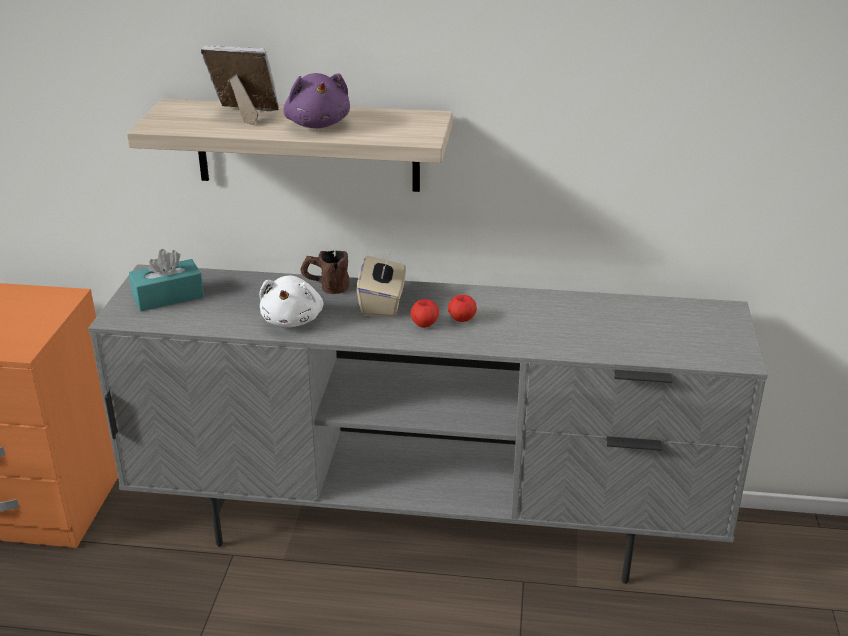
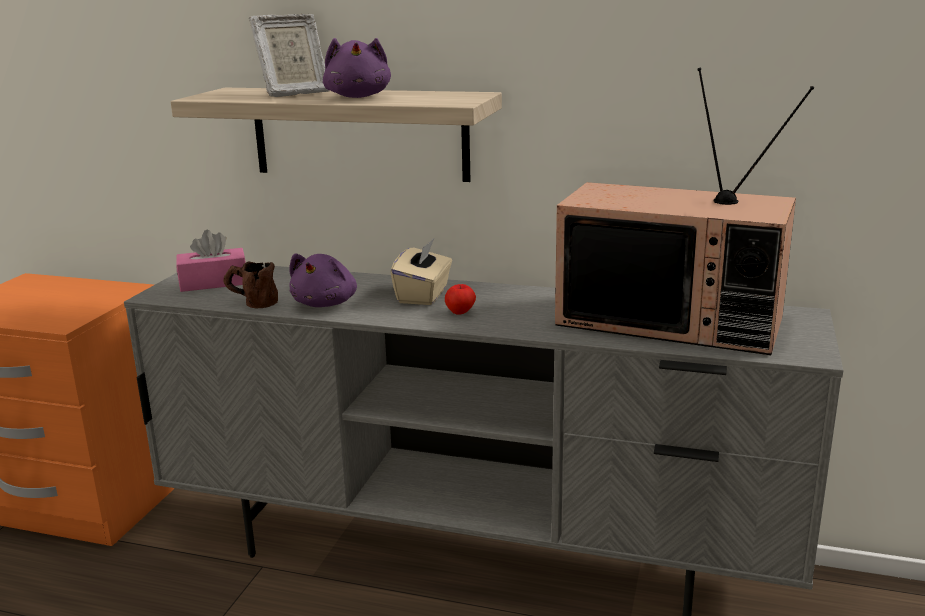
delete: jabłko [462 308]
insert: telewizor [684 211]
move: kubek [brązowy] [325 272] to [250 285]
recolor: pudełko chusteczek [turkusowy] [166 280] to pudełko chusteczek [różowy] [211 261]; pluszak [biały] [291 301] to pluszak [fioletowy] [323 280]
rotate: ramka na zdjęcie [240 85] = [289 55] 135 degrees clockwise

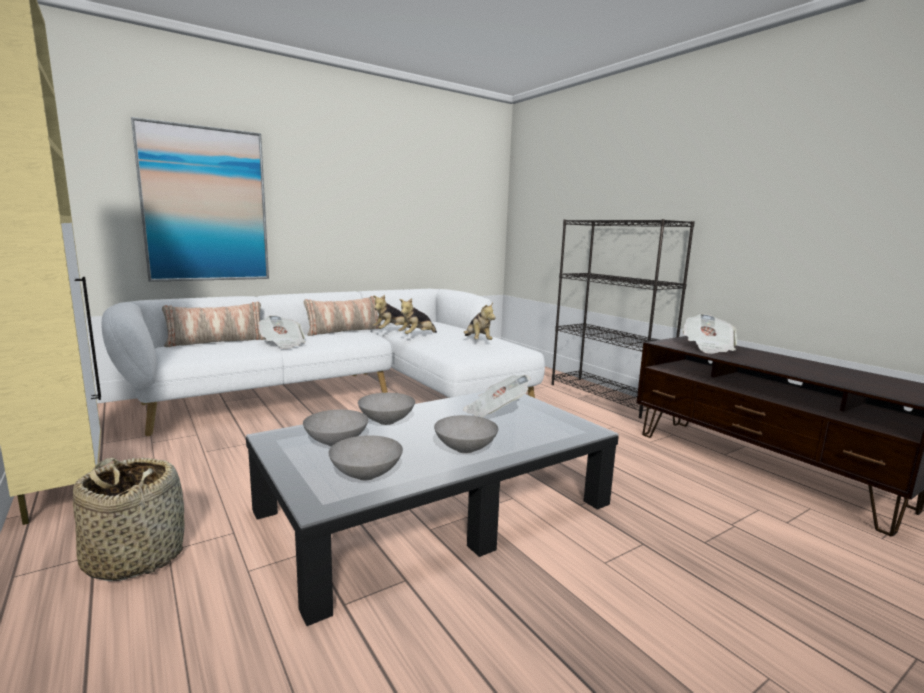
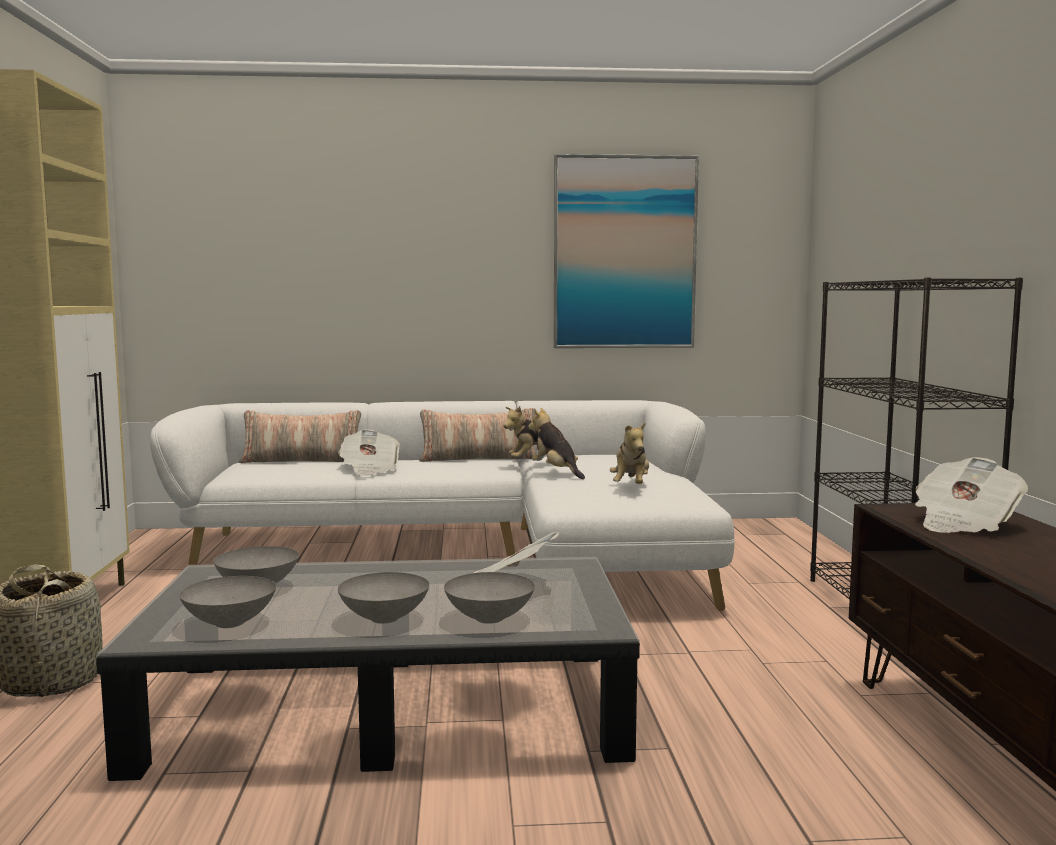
move: obraz [200 199] to [626 251]; miska [szary] [386 409] to [489 598]
rotate: pluszak [417 316] = [556 443] 75 degrees clockwise

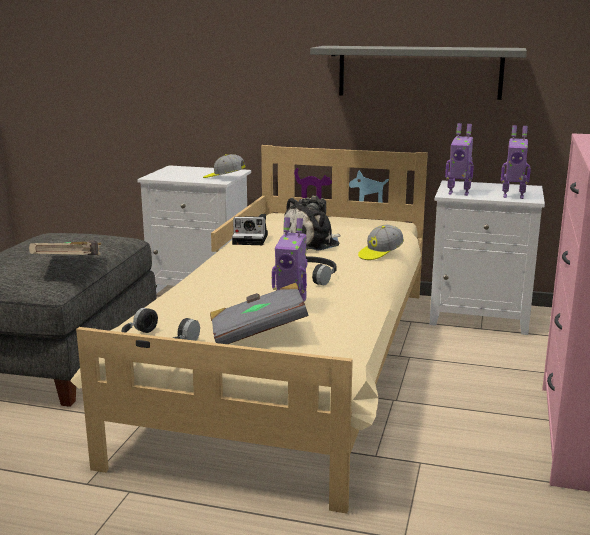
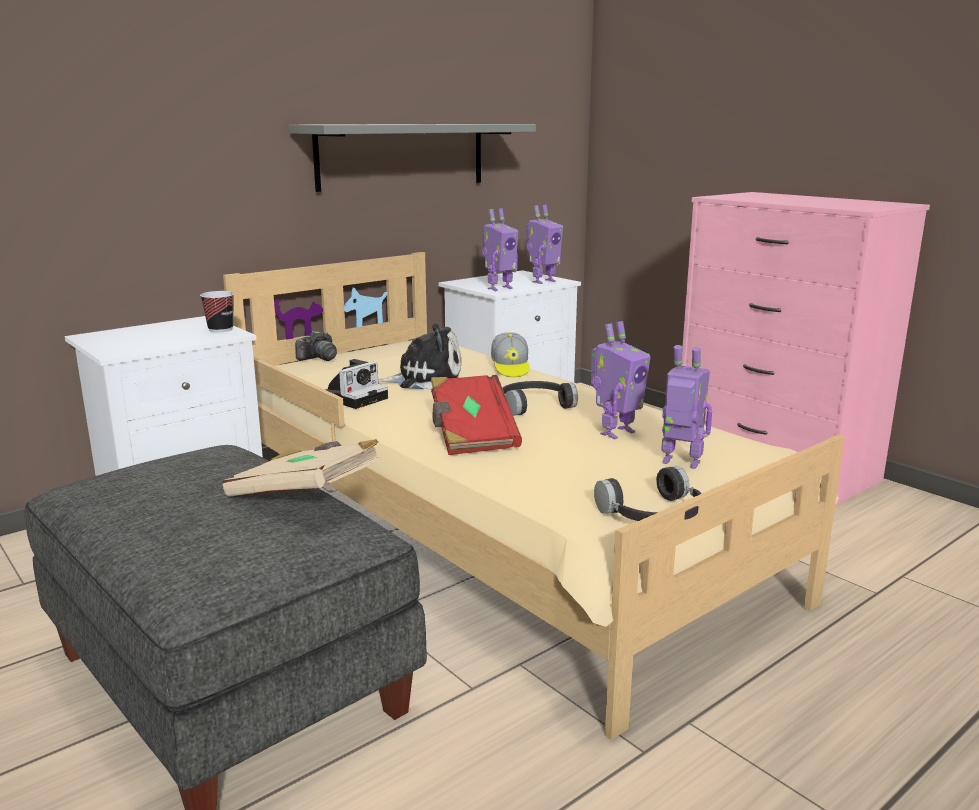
insert: książka [czerwony] [476 415]
replace: czapka z daszkiem [224 166] to filiżanka [217 312]; książka [szary] [259 313] to robot zabawkowy [687 407]
rotate: pluszak [312 224] = [420 356] 90 degrees counterclockwise

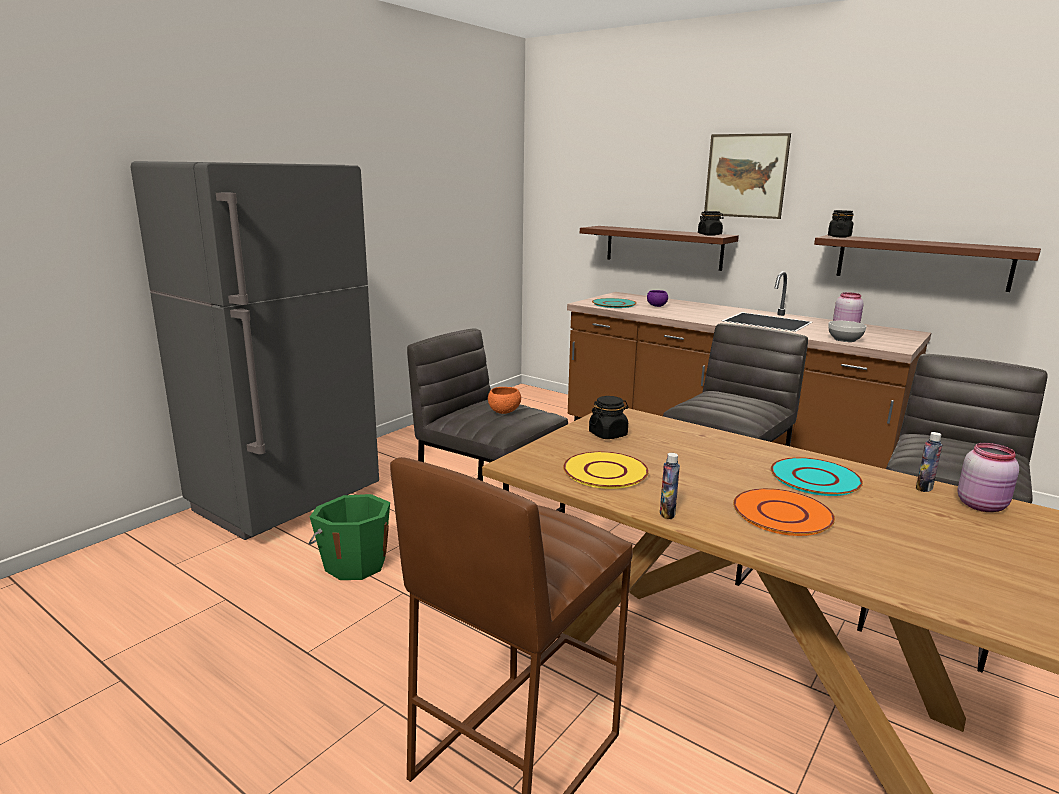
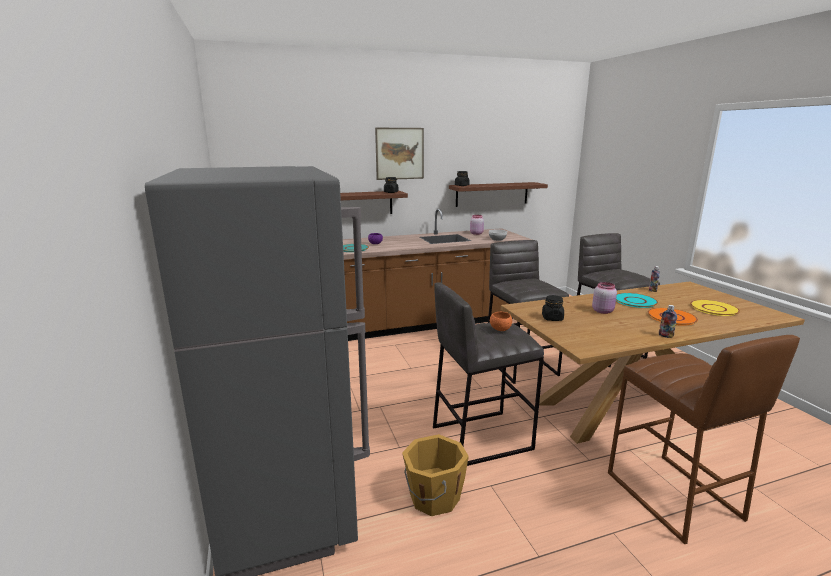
move: talerz [żółty] [606 470] to [715 308]; słoik [różowy] [988 477] to [604 298]
recolor: wiadro [zielony] [349 537] to wiadro [pomarańczowy] [435 475]

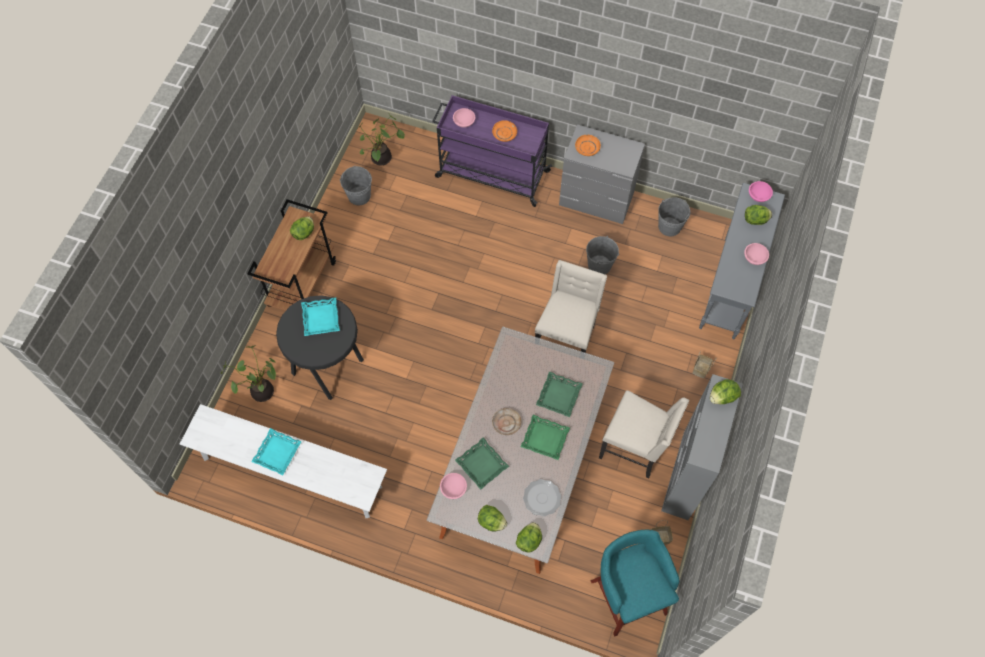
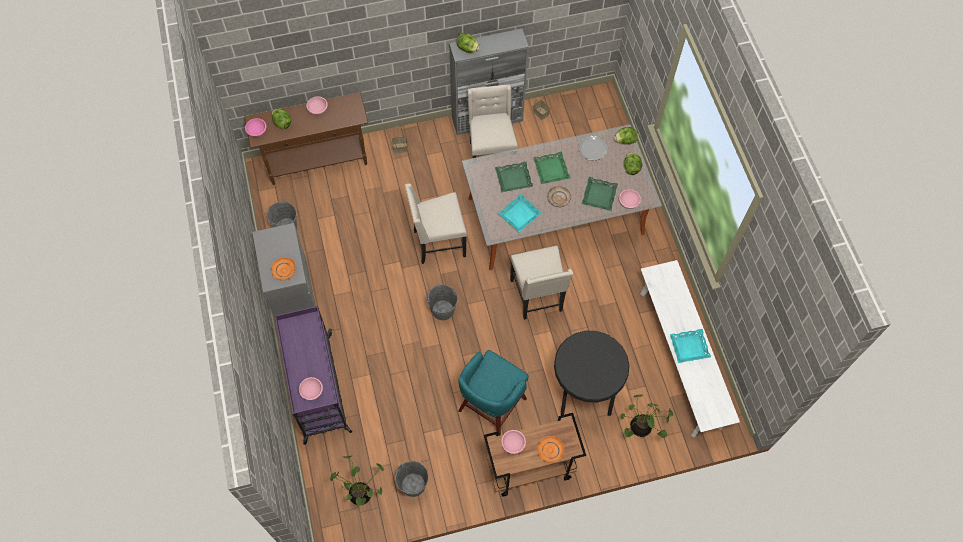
insert: krzesło [beżowy] [541 283]
move: taca [turkusowy] [320 316] to [520 213]; talerz [pomarańczowy] [504 131] to [550 449]; wiadro [szary] [602 255] to [442 302]; stołek [turkusowy] [635 583] to [493 393]
replace: sałata [302 228] to miska [różowy] [513 442]
recolor: stolik konsolowy [szary] [742 261] to stolik konsolowy [brązowy] [306 138]

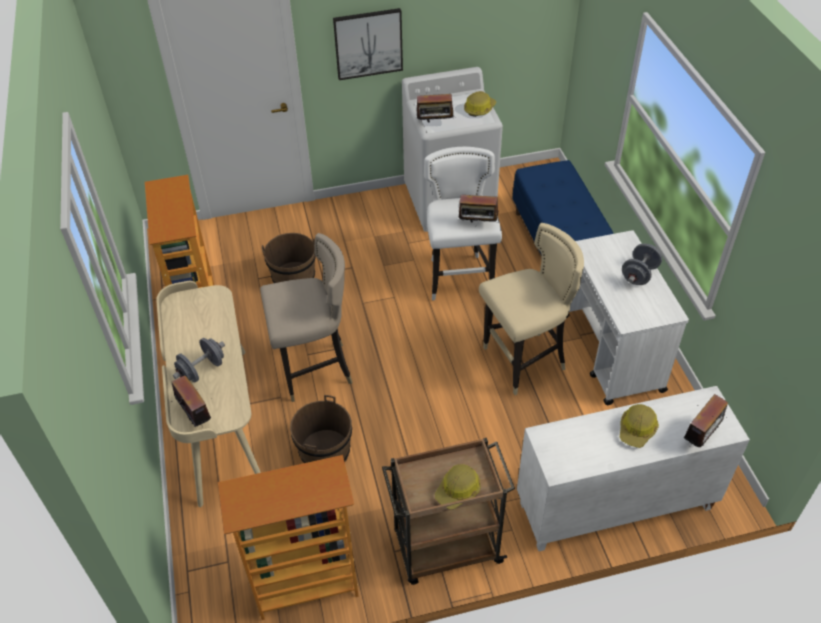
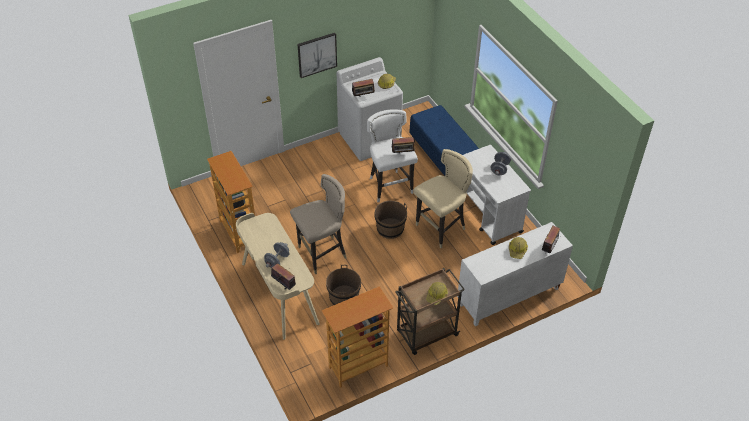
move: wiadro [brązowy] [289 258] to [390 220]

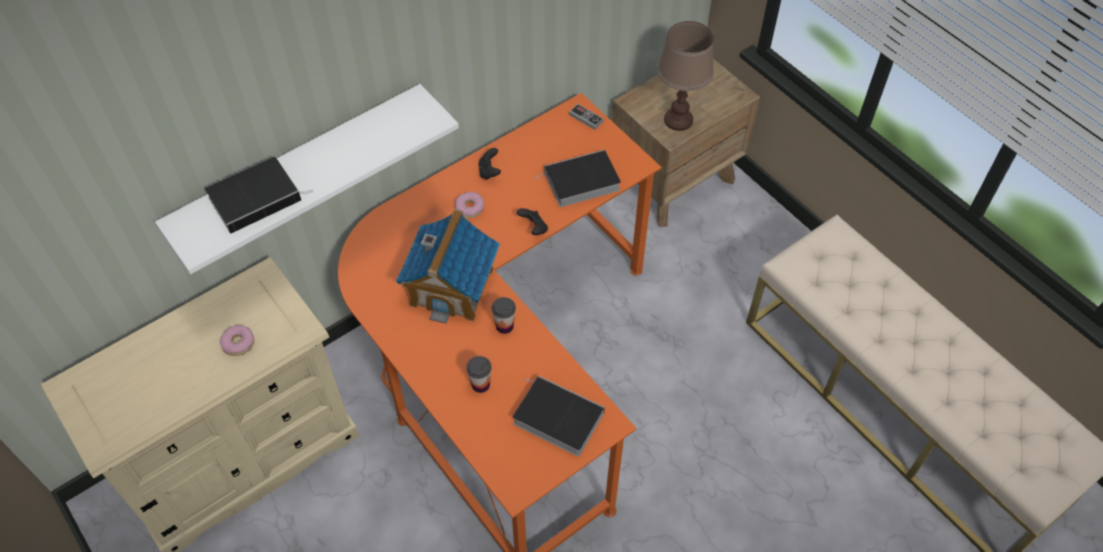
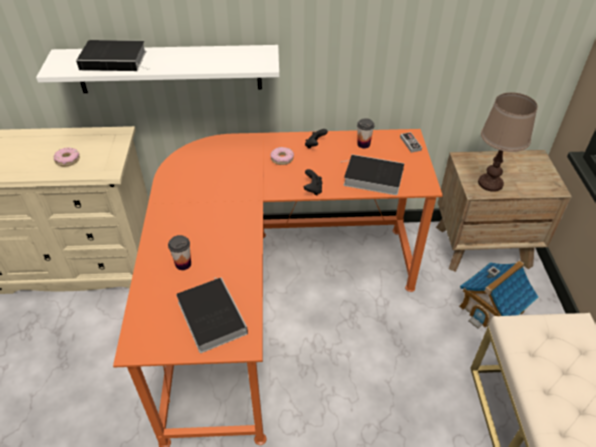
move: domek [448 266] to [498 294]; filiżanka [504 315] to [365 133]

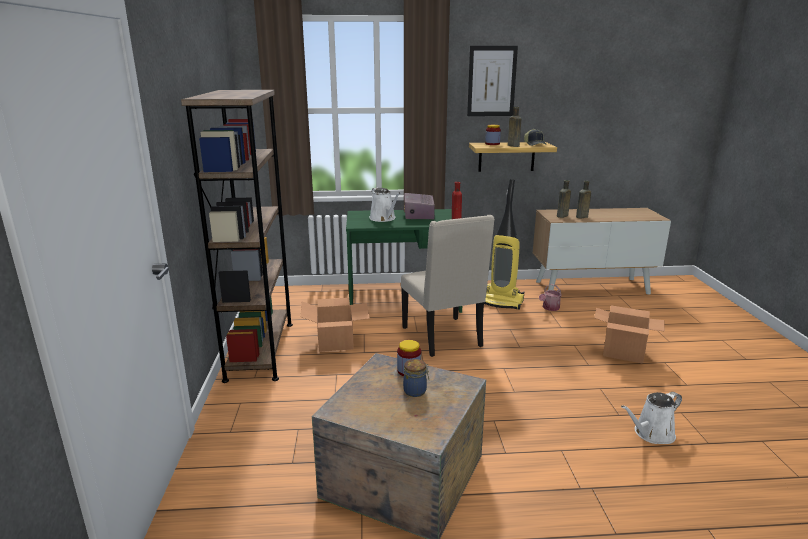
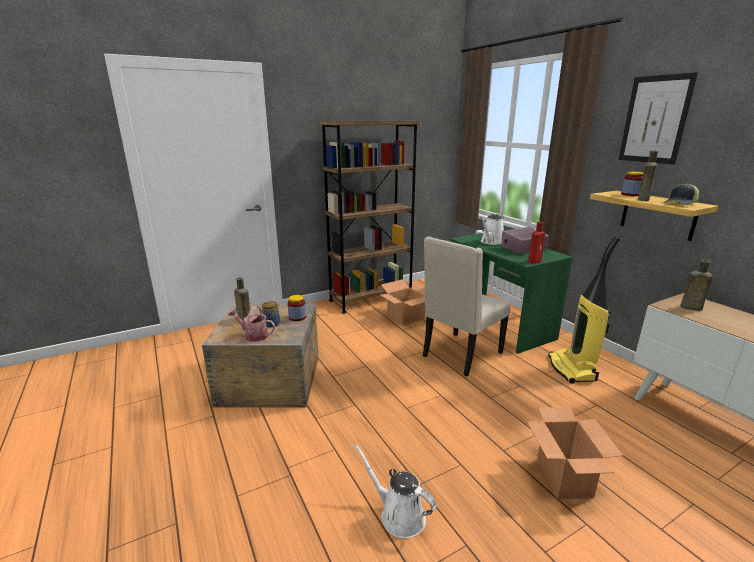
move: konewka [550 297] to [251 324]; butelka [brązowy] [583 200] to [242 299]

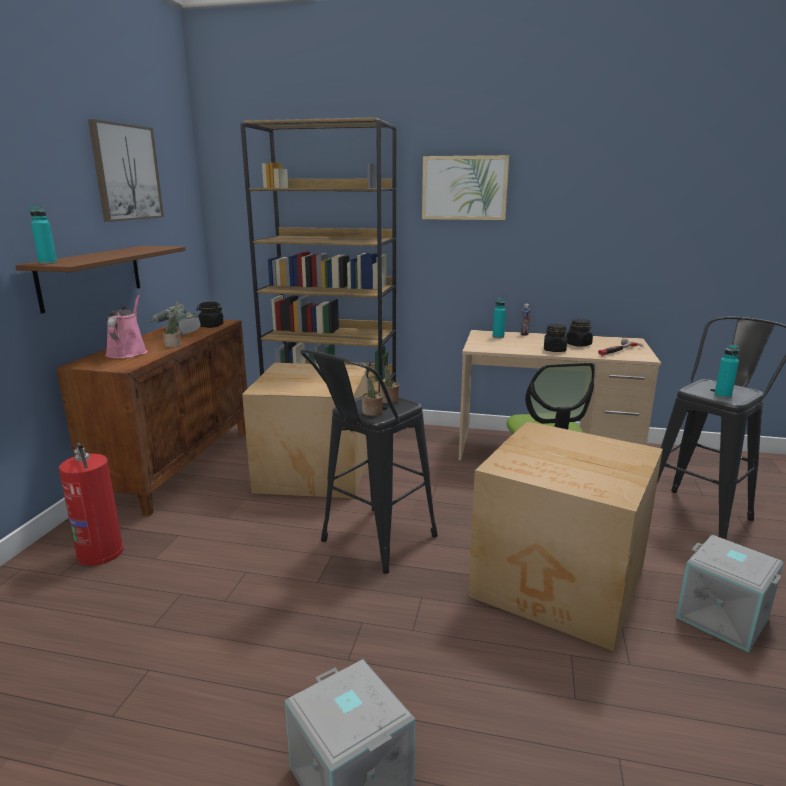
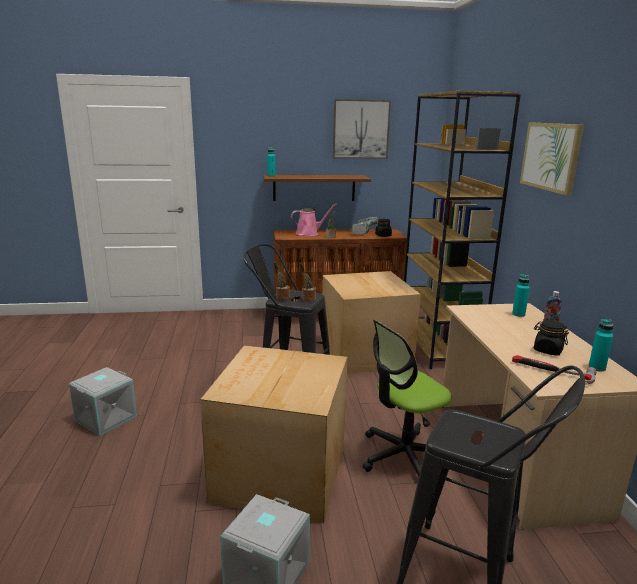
delete: gaśnica [91 504]; słoik [czarny] [555 338]
move: butelka [turkusowy] [726 371] to [601 345]

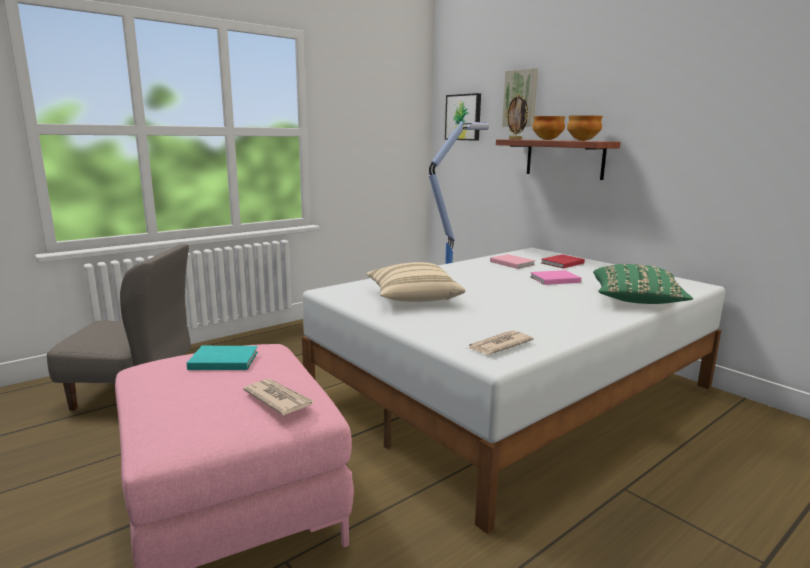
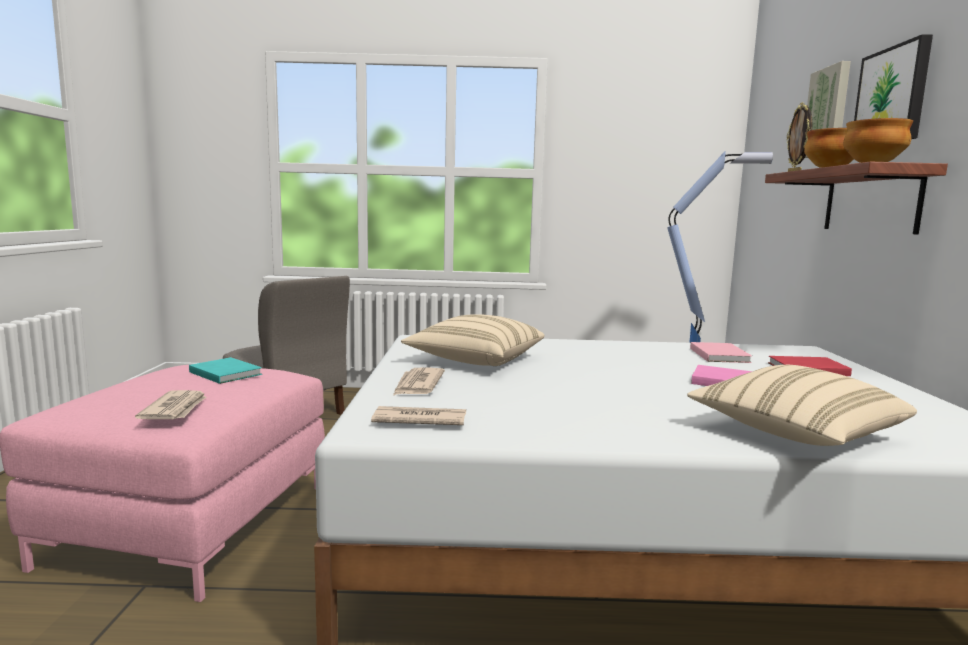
insert: gazeta [419 381]
move: obraz [463 117] to [893 86]
recolor: poduszka [zielony] [643 284] to poduszka [beżowy] [802 405]

